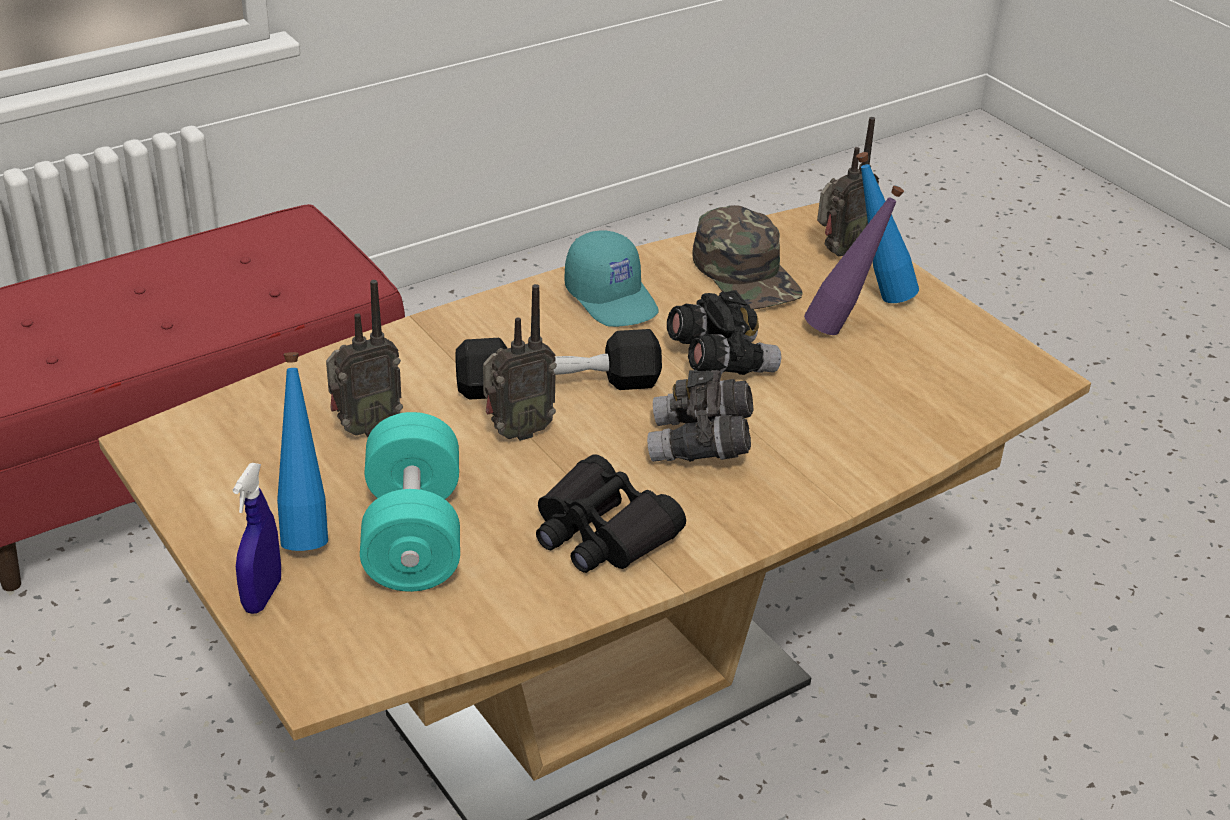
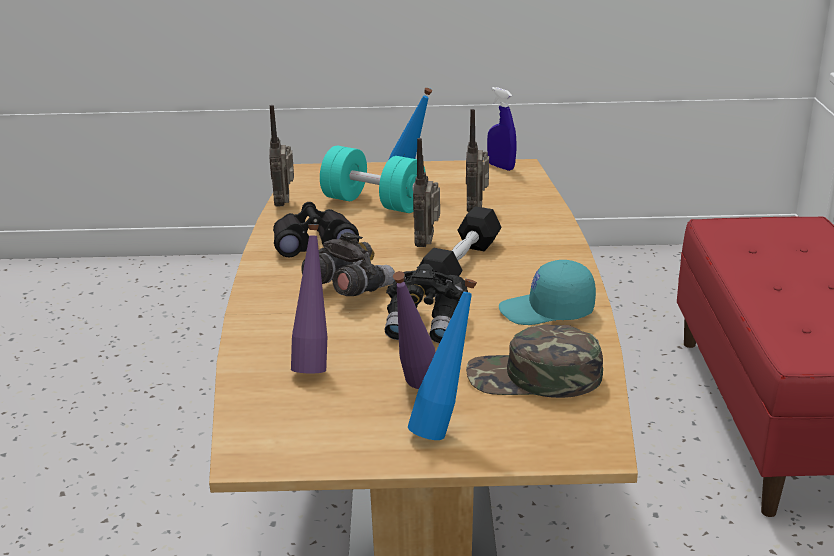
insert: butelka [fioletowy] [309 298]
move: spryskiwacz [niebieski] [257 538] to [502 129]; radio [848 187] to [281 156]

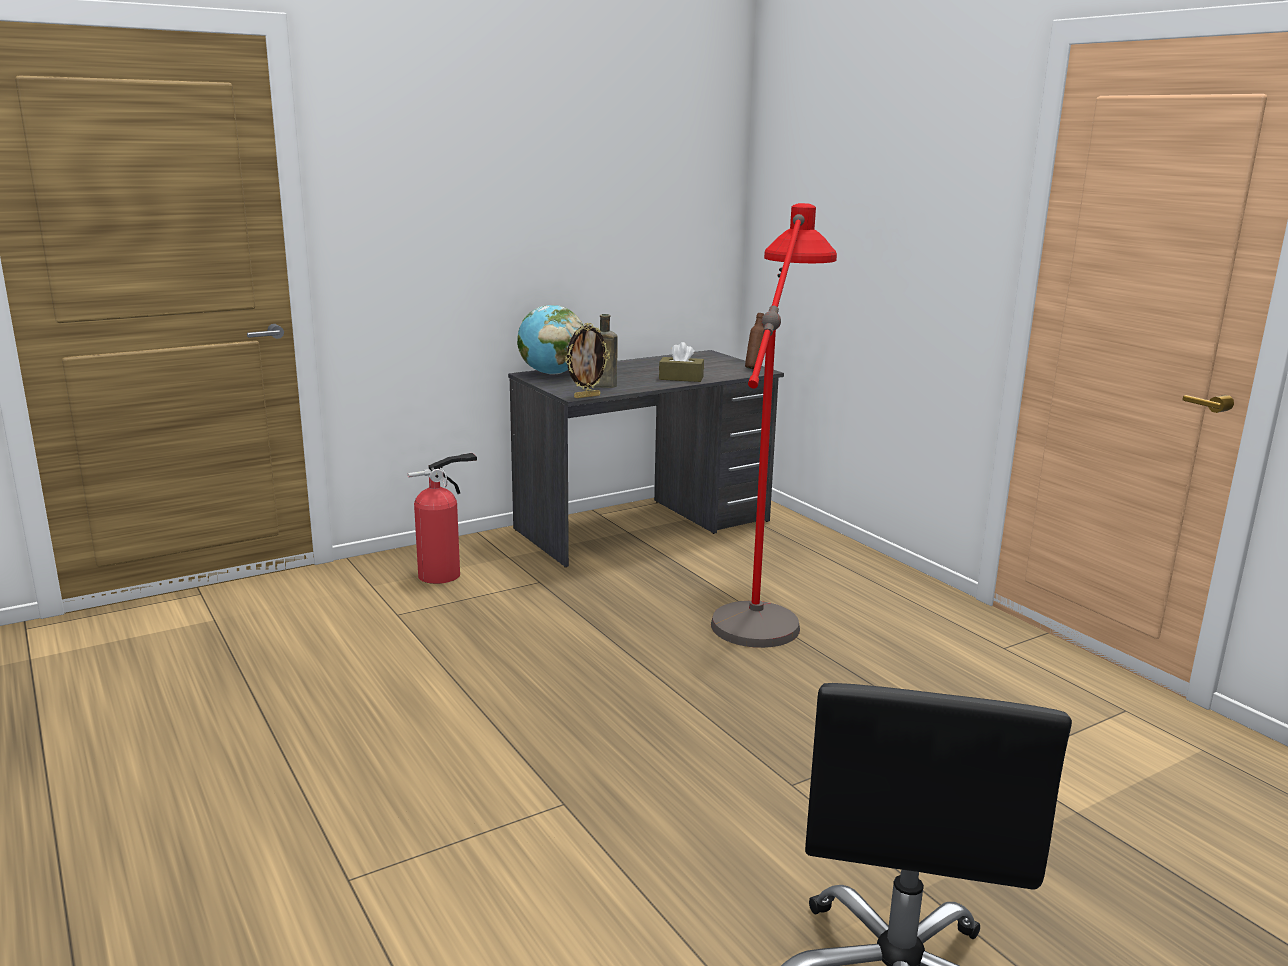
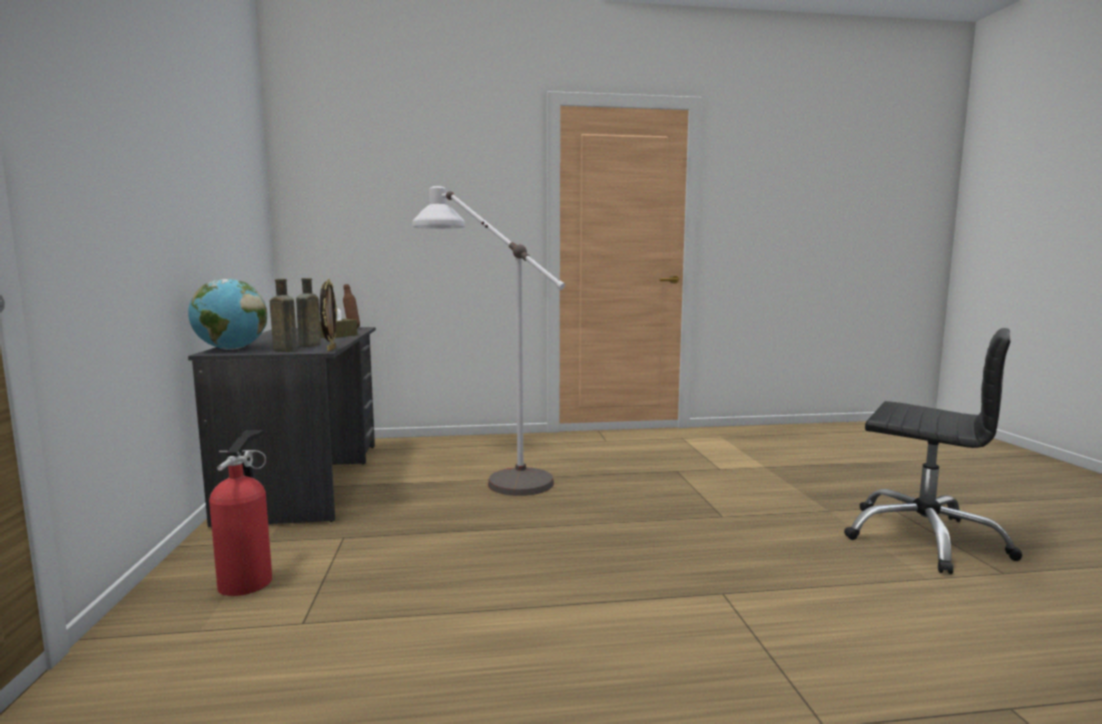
insert: butelka [brązowy] [284 315]
recolor: lampa stojąca [czerwony] [774 425] to lampa stojąca [biały] [489 341]

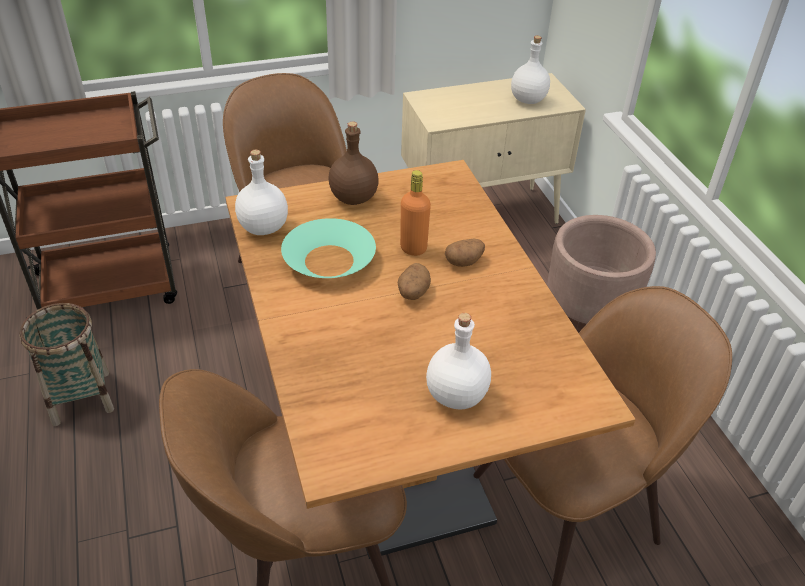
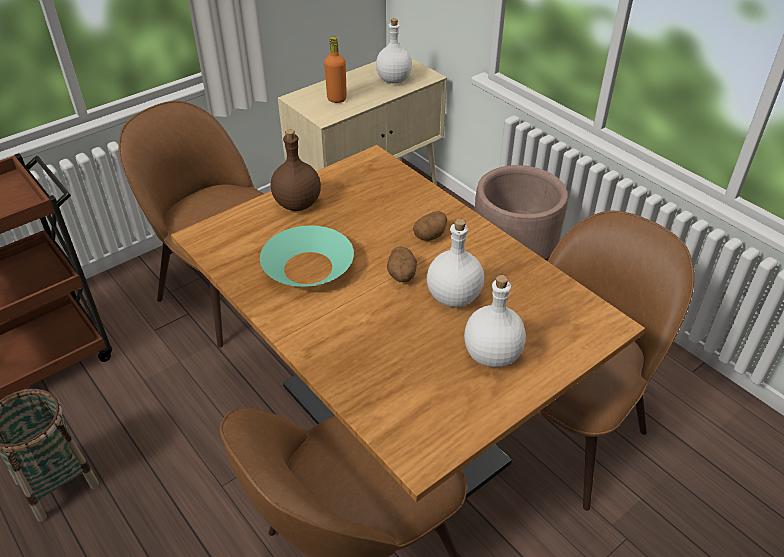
move: butelka [biały] [261 192] to [455 263]; butelka [pomarańczowy] [415 213] to [335 70]

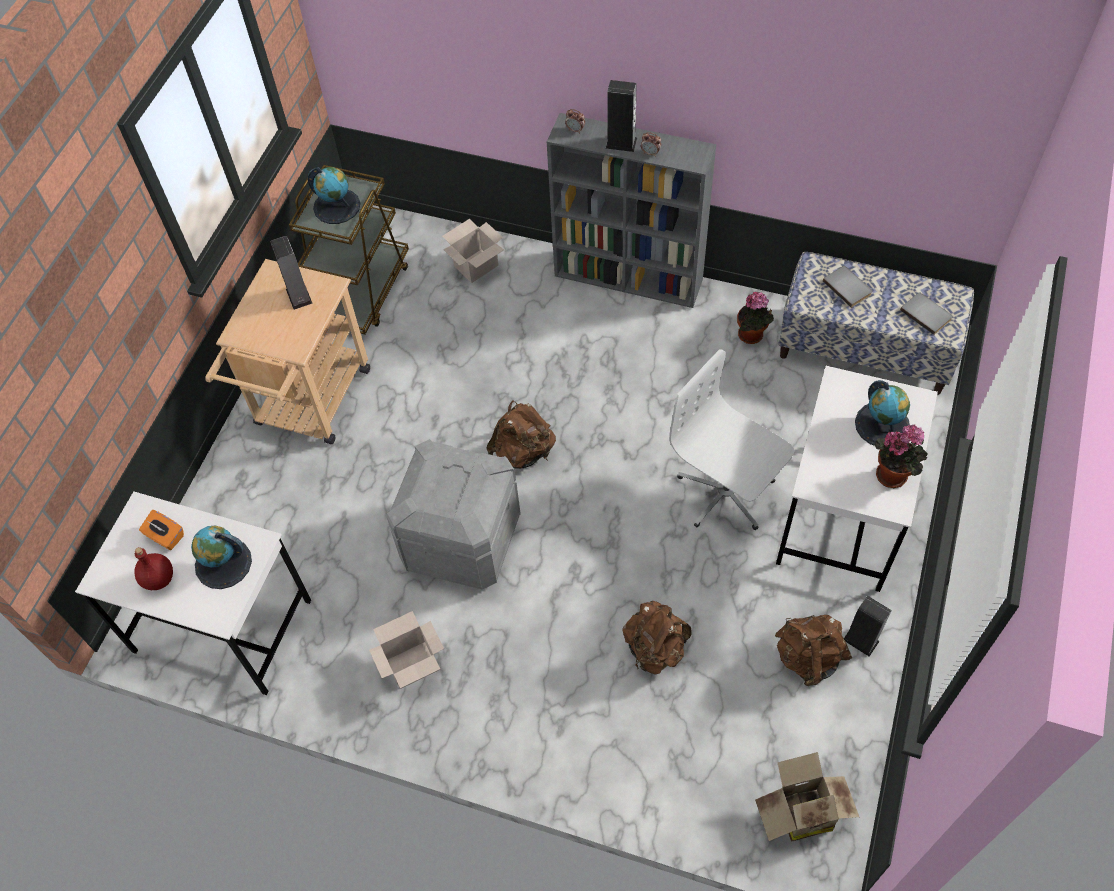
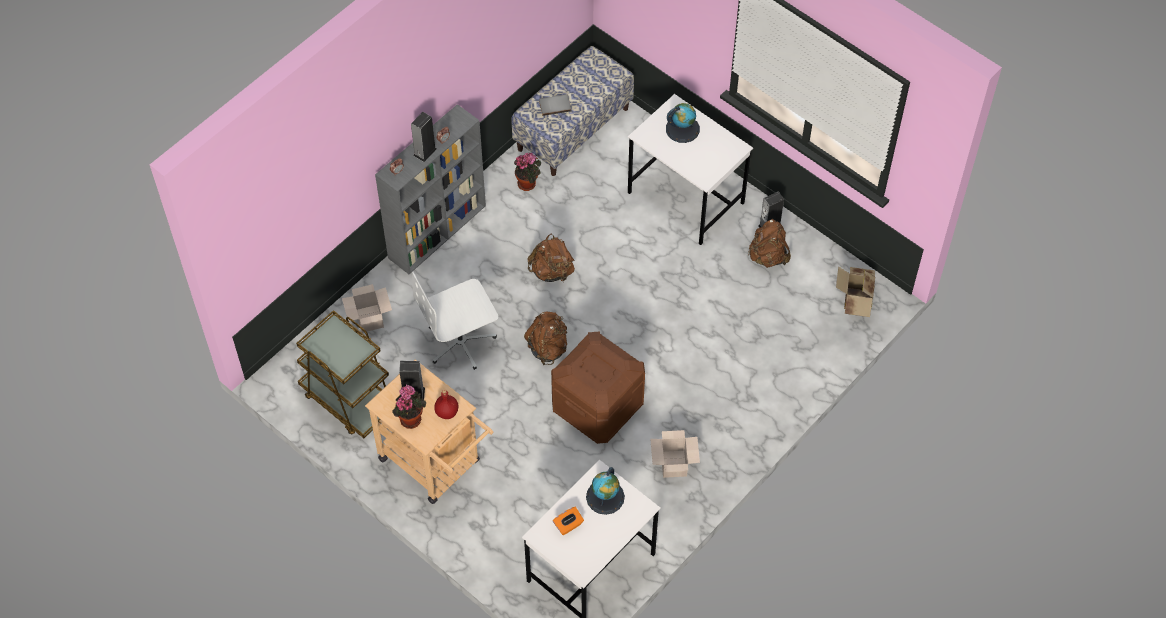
delete: globus [334 195]; książka [szary] [926 313]
move: butelka [czerwony] [153 568] to [446 404]; plecak [brązowy] [657 638] to [551 258]; krzesło biurowe [biały] [731 439] to [455 320]; roślina doniczkowa [901 456] to [409 407]
recolor: pojemnik do przechowywania [szary] [453 514] to pojemnik do przechowywania [brązowy] [598 387]

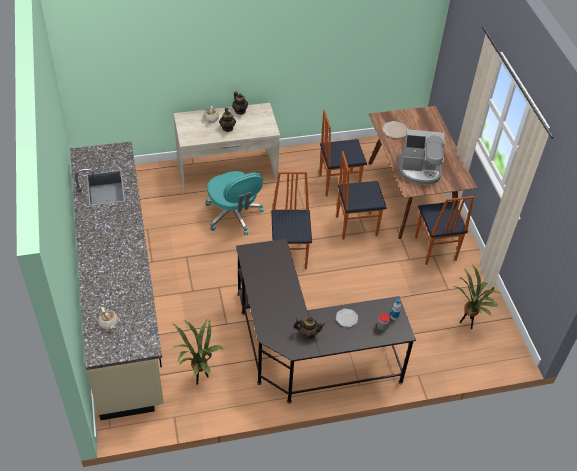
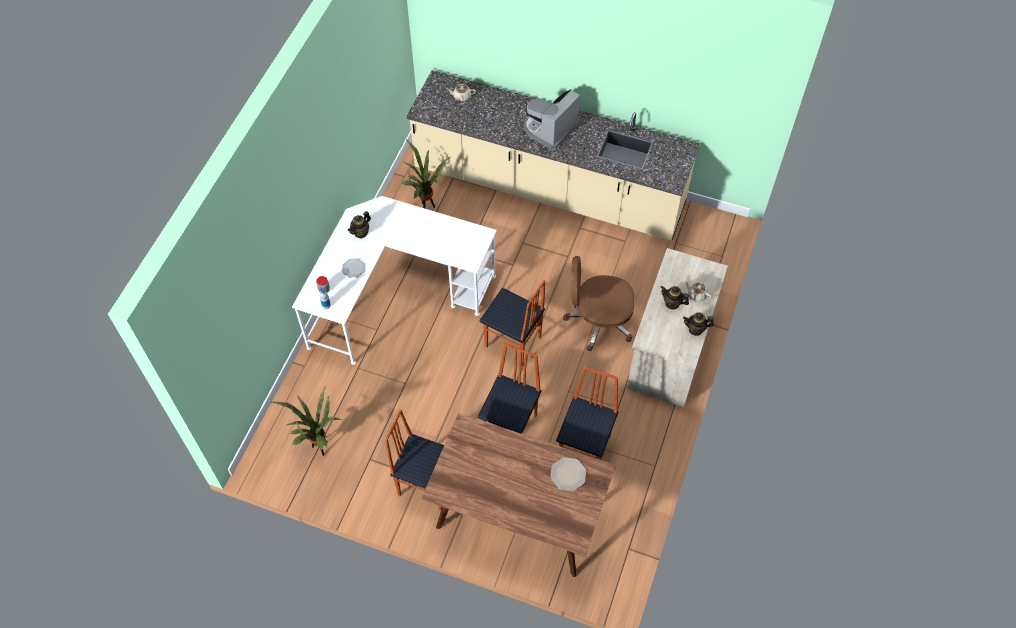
move: ekspres do kawy [421 157] to [552 119]
recolor: krzesło biurowe [turkusowy] [234 203] to krzesło biurowe [brązowy] [598 303]; biurko [czarny] [326 321] to biurko [biały] [394 280]

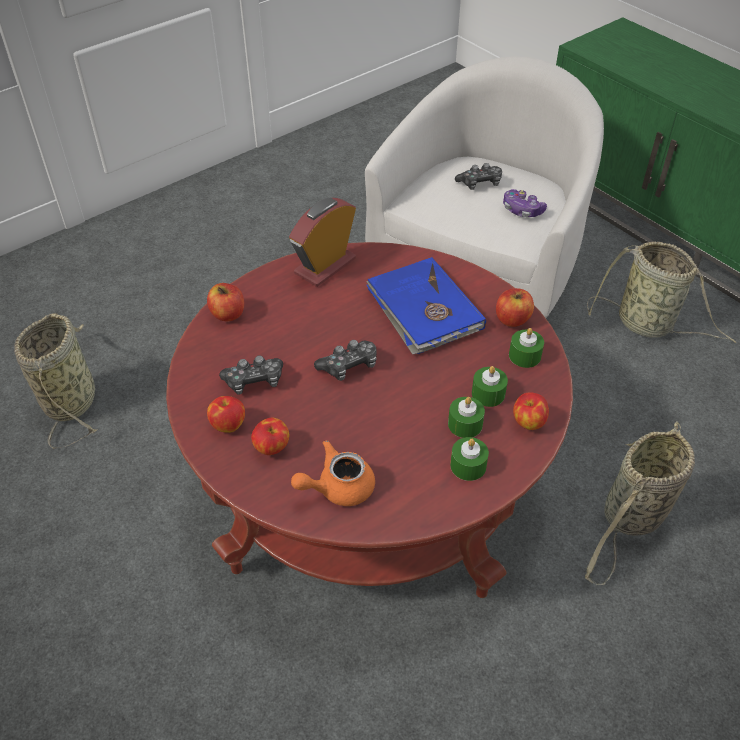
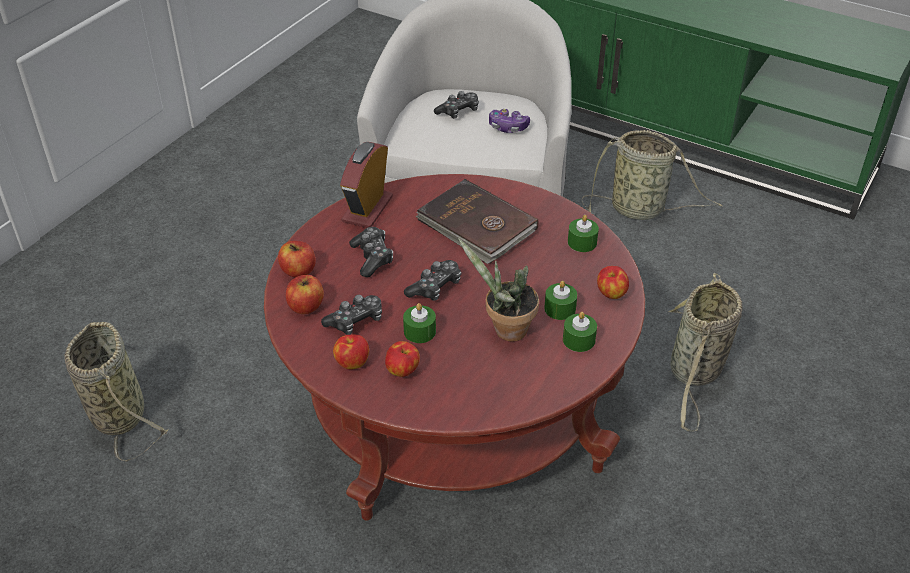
delete: imbryk [pomarańczowy] [333 473]
insert: pad do gier [371 252]; roślina doniczkowa [498 290]
move: świeca [zielony] [490 386] to [419 323]; jabłko [515 307] to [305 294]
recolor: książka [niebieski] [426 306] to książka [brązowy] [477 221]

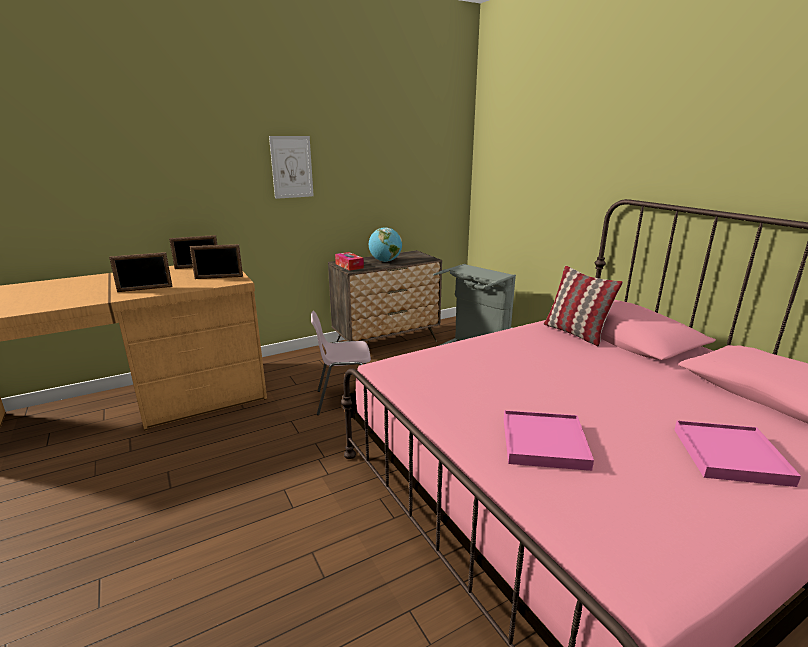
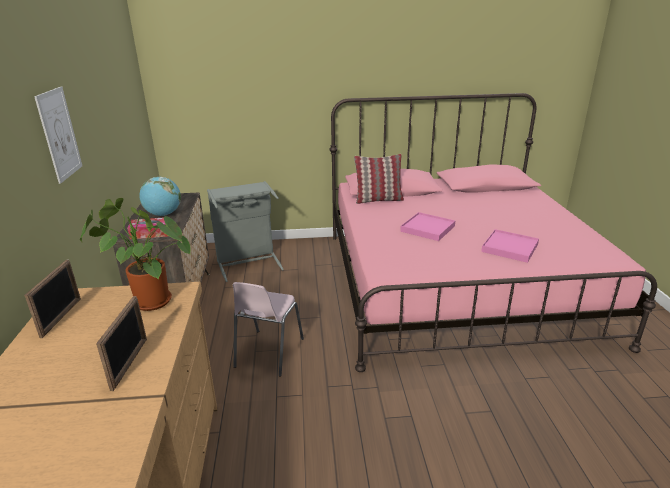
move: taca [różowy] [737 453] to [427 226]
replace: ramka na zdjęcie [216 261] to roślina doniczkowa [135 254]

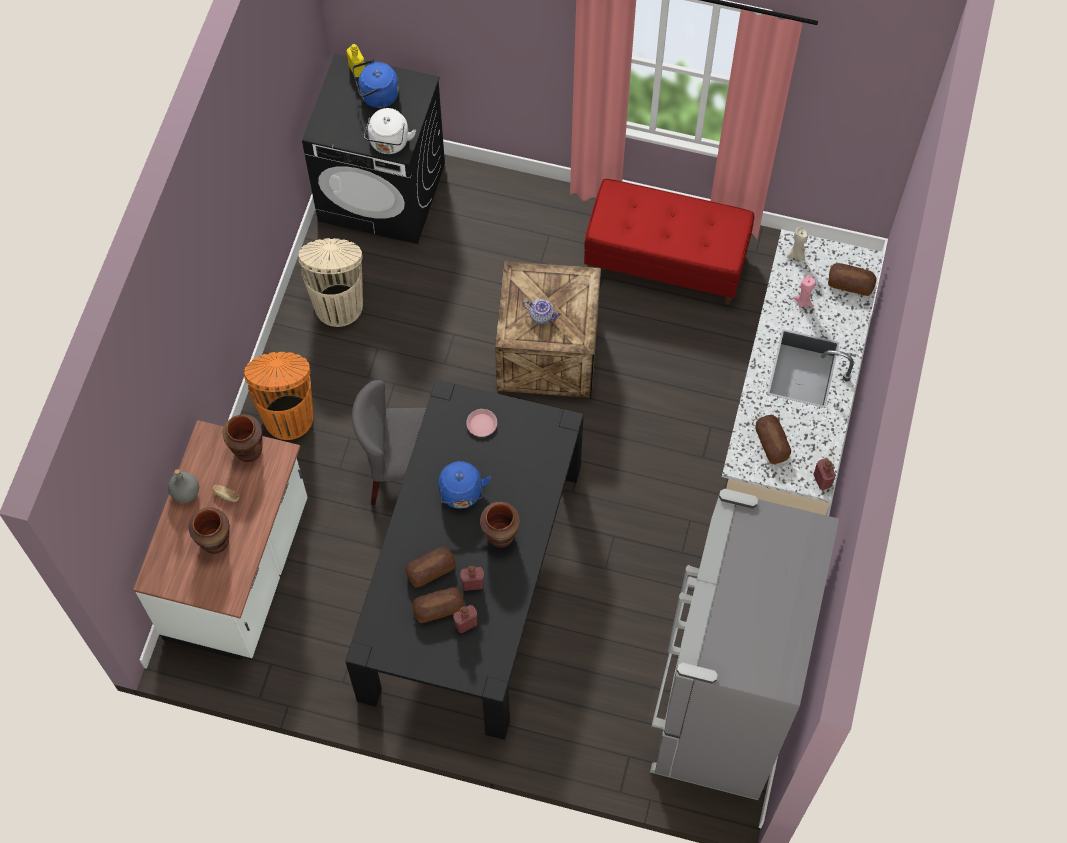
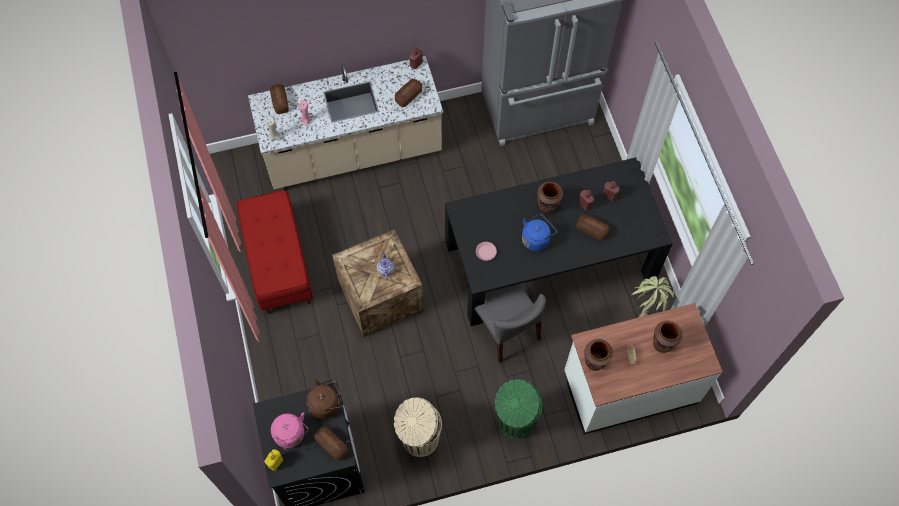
delete: butelka [szary] [183 486]
insert: roślina doniczkowa [652 296]
move: chleb [438 605] to [331 443]
recolor: kosz na śmieci [pomarańczowy] [279 396] to kosz na śmieci [zielony] [518 409]; czajnik [niebieski] [375 84] to czajnik [różowy] [289 431]; czajnik [biały] [390 131] to czajnik [brązowy] [325 399]

